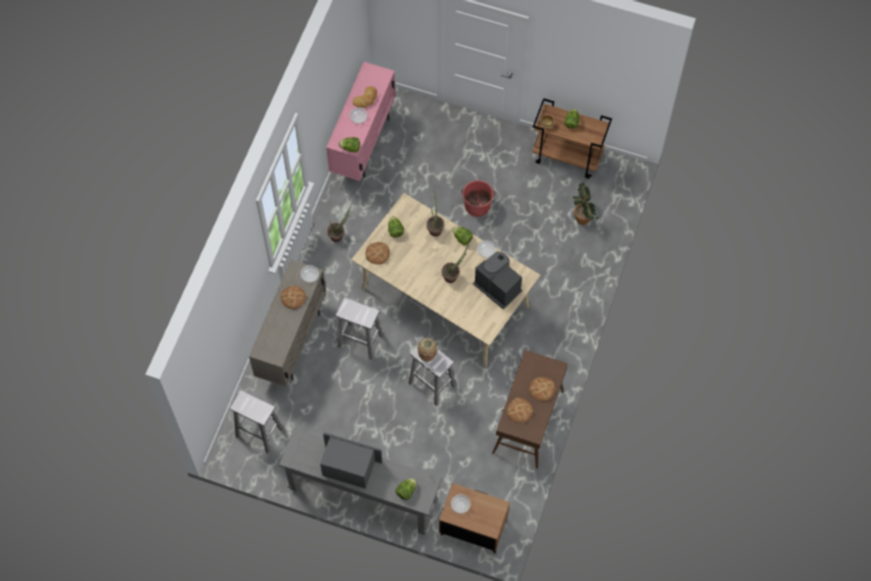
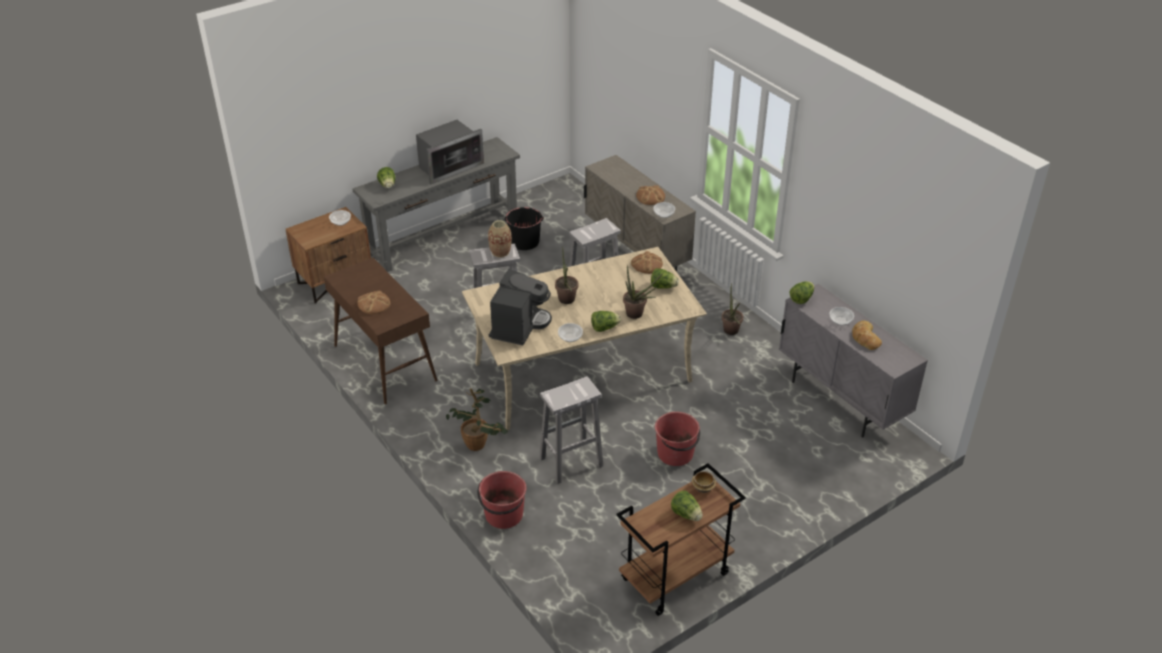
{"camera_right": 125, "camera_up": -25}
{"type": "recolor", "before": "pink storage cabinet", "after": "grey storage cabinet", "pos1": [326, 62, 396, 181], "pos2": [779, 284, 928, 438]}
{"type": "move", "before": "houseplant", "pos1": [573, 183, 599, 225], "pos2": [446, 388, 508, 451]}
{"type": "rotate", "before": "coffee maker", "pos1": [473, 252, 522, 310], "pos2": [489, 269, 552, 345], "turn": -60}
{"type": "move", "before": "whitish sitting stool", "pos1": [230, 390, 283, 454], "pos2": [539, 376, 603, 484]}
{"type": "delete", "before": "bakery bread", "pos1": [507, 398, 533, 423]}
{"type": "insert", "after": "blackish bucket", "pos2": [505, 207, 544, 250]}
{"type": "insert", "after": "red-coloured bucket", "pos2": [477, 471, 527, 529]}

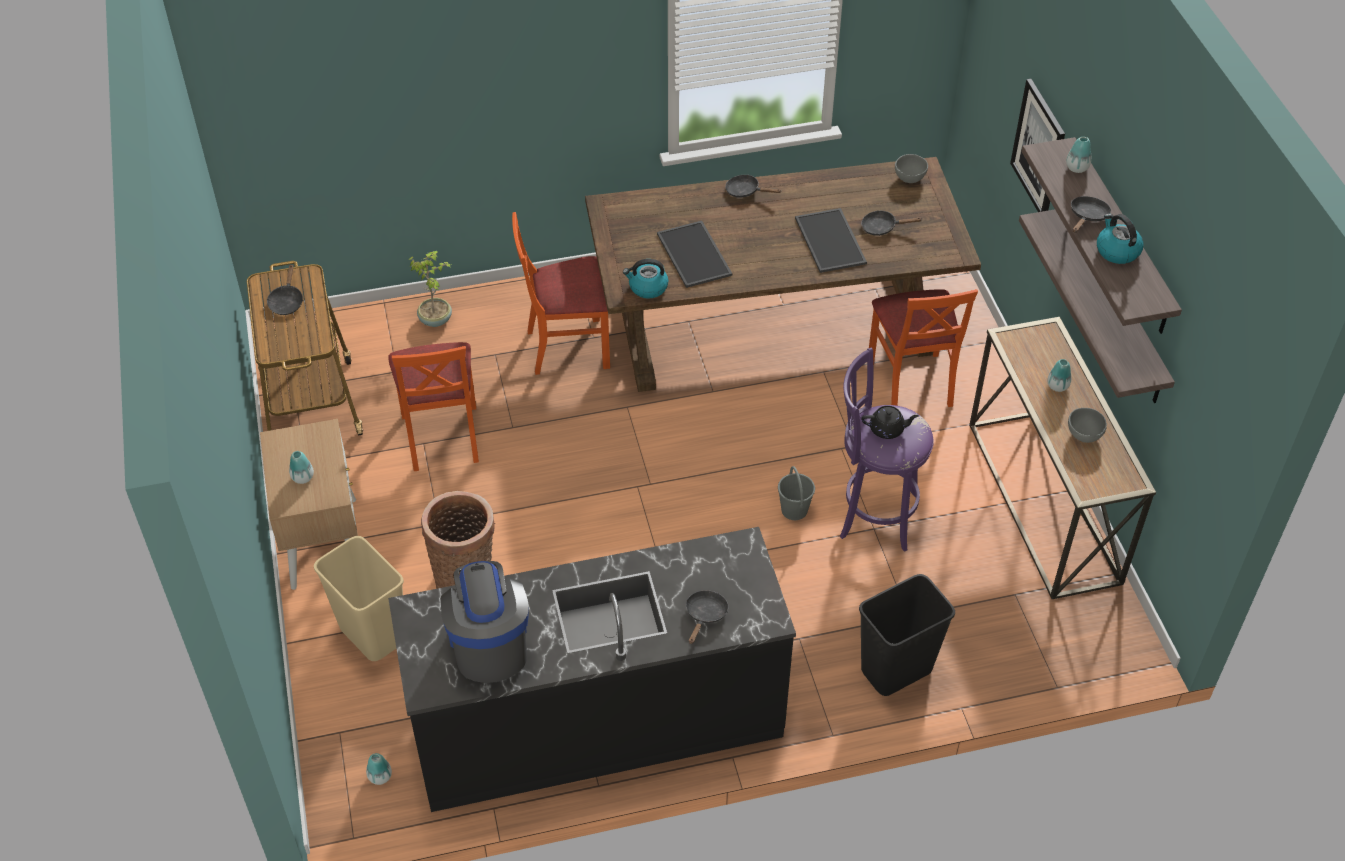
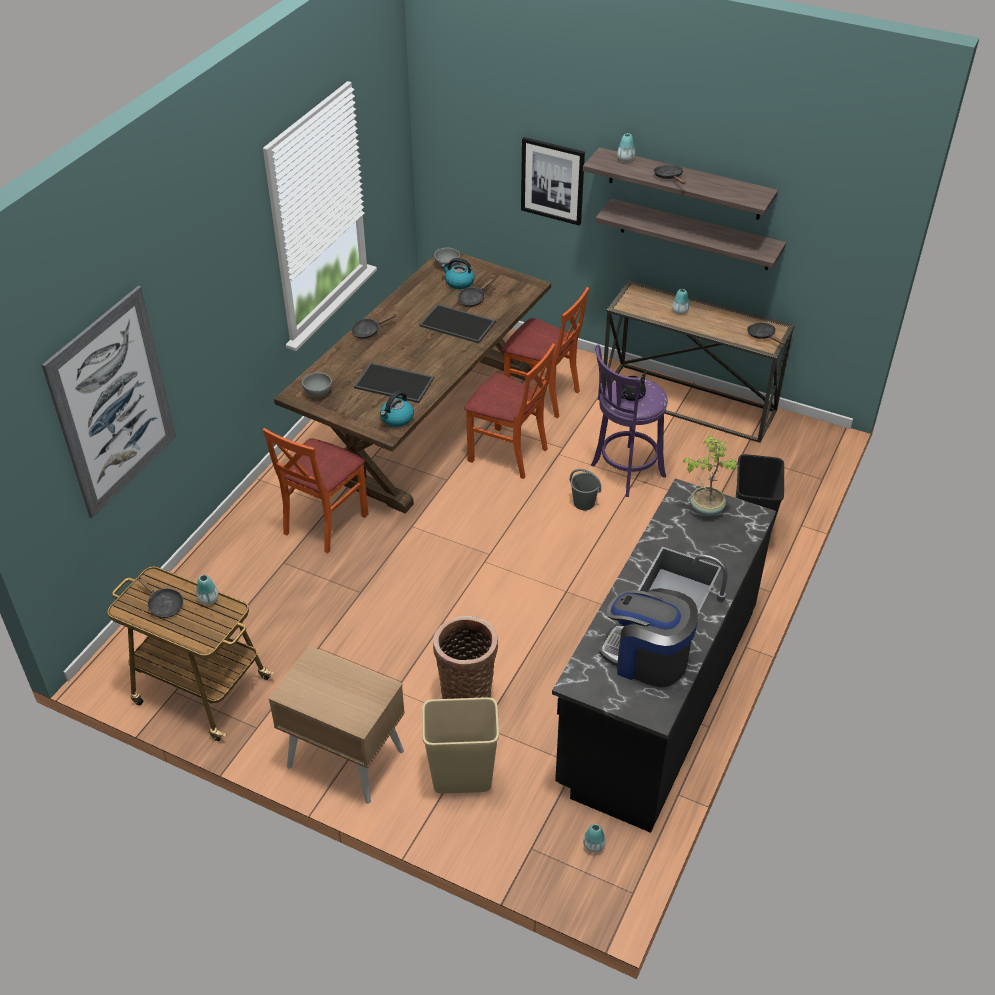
{"camera_right": -50, "camera_up": -5}
{"type": "move", "before": "water kettle", "pos1": [1097, 214, 1143, 264], "pos2": [441, 258, 475, 289]}
{"type": "move", "before": "houseplant", "pos1": [409, 250, 452, 327], "pos2": [683, 436, 738, 517]}
{"type": "move", "before": "orange-coloured chair", "pos1": [388, 342, 479, 471], "pos2": [464, 343, 555, 479]}
{"type": "move", "before": "grey bowl", "pos1": [1068, 408, 1107, 443], "pos2": [302, 373, 332, 397]}
{"type": "move", "before": "vase", "pos1": [289, 451, 314, 484], "pos2": [196, 575, 218, 605]}
{"type": "move", "before": "blackish skillet", "pos1": [686, 590, 728, 644], "pos2": [747, 323, 786, 345]}
{"type": "insert", "after": "picture", "pos2": [42, 286, 176, 518]}

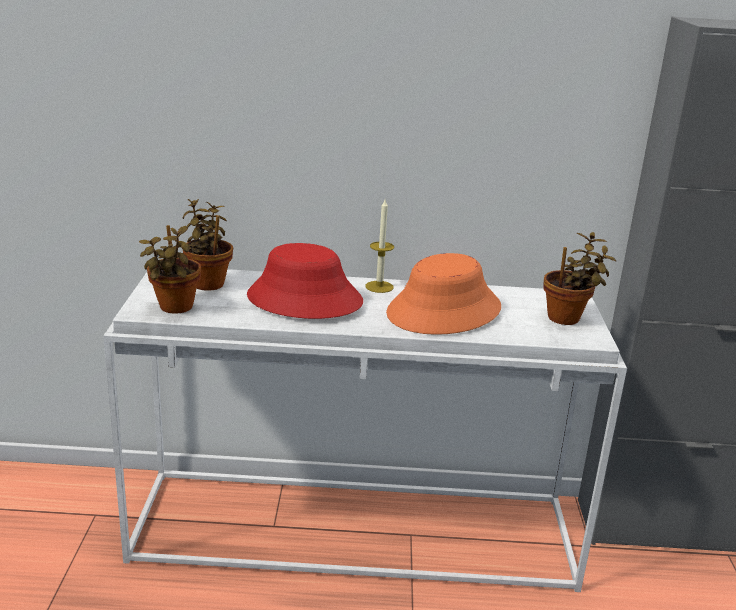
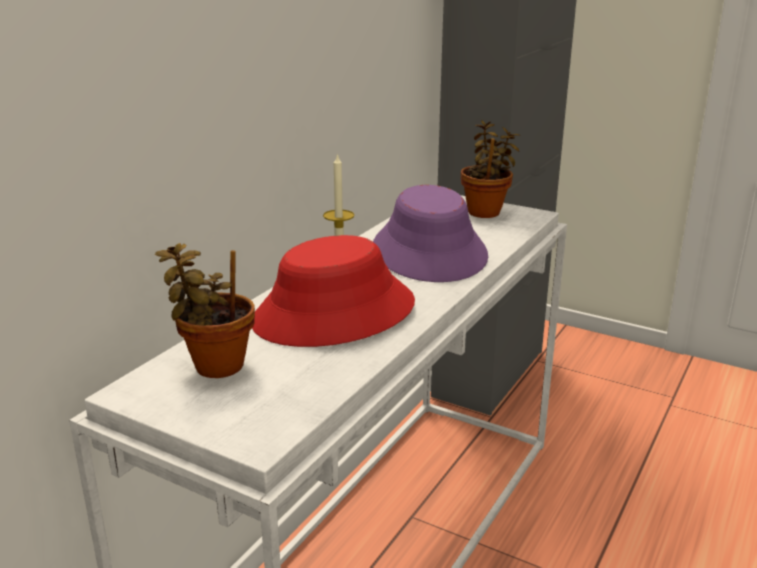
{"camera_right": -60, "camera_up": 0}
{"type": "delete", "before": "houseplant", "pos1": [139, 225, 201, 314]}
{"type": "recolor", "before": "orange-coloured clothing hat", "after": "purple-coloured clothing hat", "pos1": [386, 253, 501, 335], "pos2": [373, 185, 488, 282]}

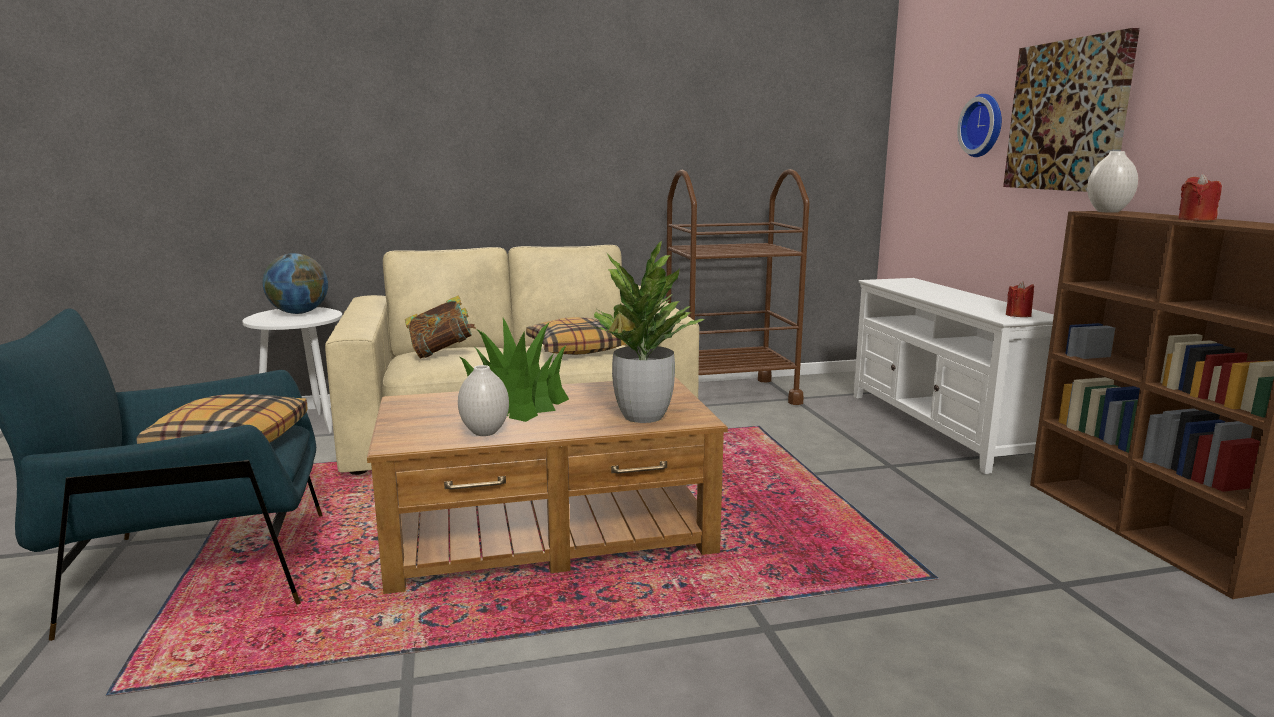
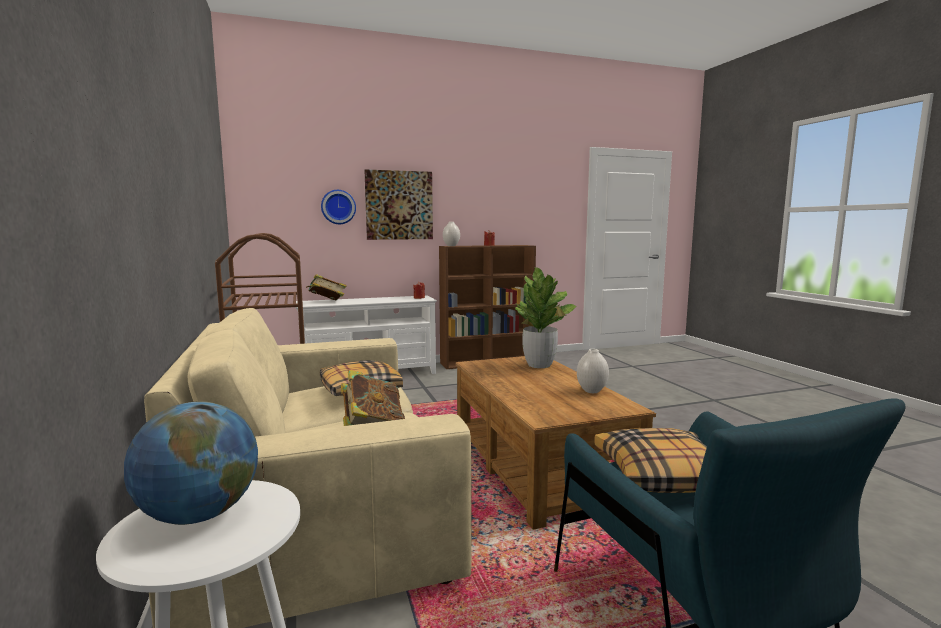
{"camera_right": -95, "camera_up": -5}
{"type": "delete", "before": "houseplant", "pos1": [459, 318, 569, 422]}
{"type": "insert", "after": "volume", "pos2": [306, 274, 347, 300]}

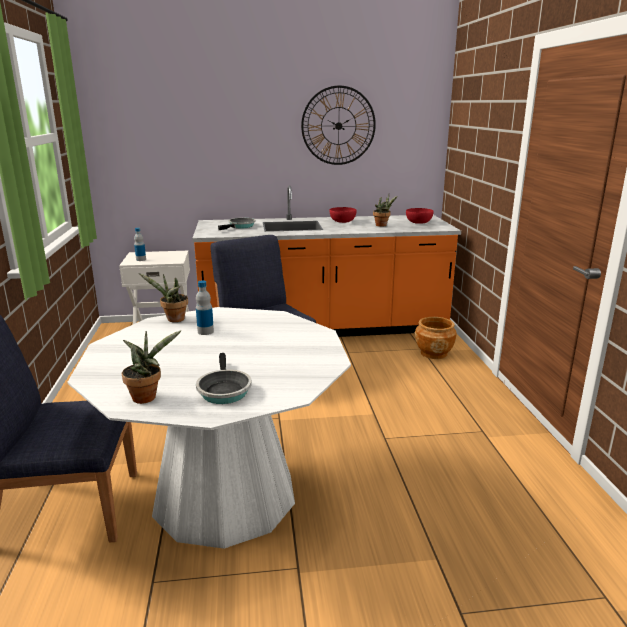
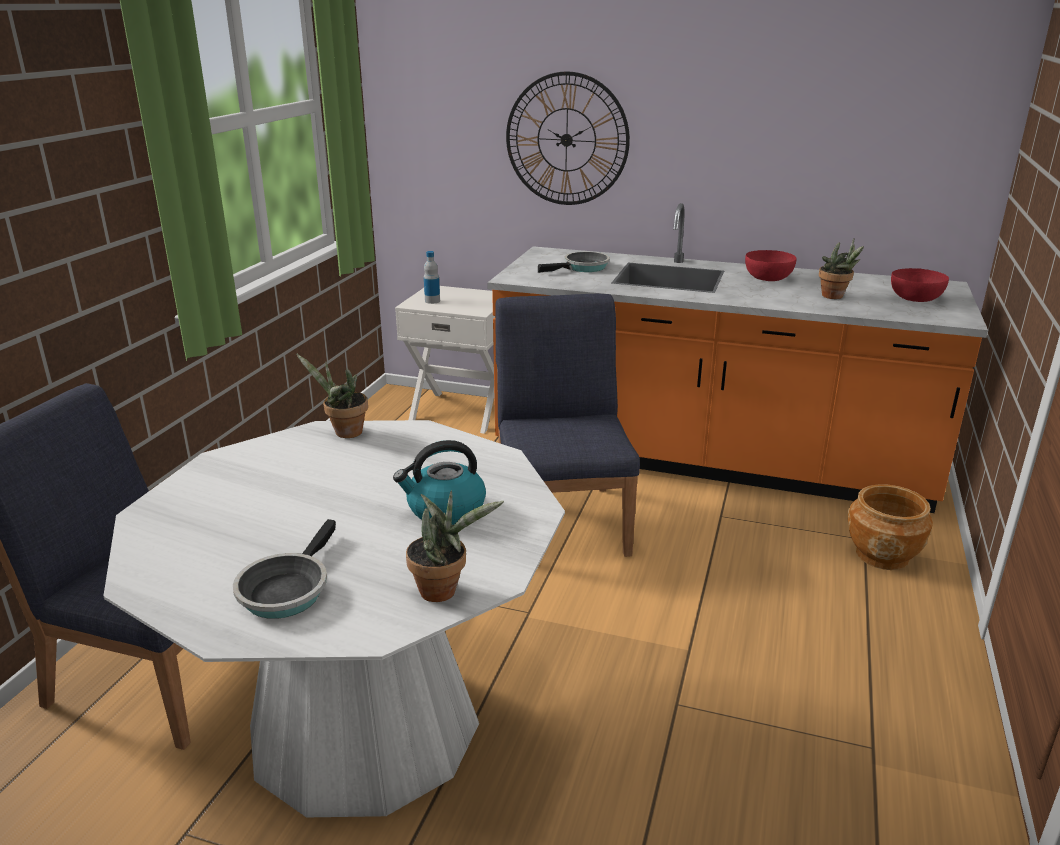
{"camera_right": 25, "camera_up": 5}
{"type": "move", "before": "wall clock", "pos1": [301, 85, 376, 165], "pos2": [506, 72, 630, 205]}
{"type": "delete", "before": "drink bottle", "pos1": [196, 280, 214, 335]}
{"type": "move", "before": "houseplant", "pos1": [122, 330, 181, 404], "pos2": [406, 490, 504, 602]}
{"type": "insert", "after": "water kettle", "pos2": [393, 440, 486, 525]}

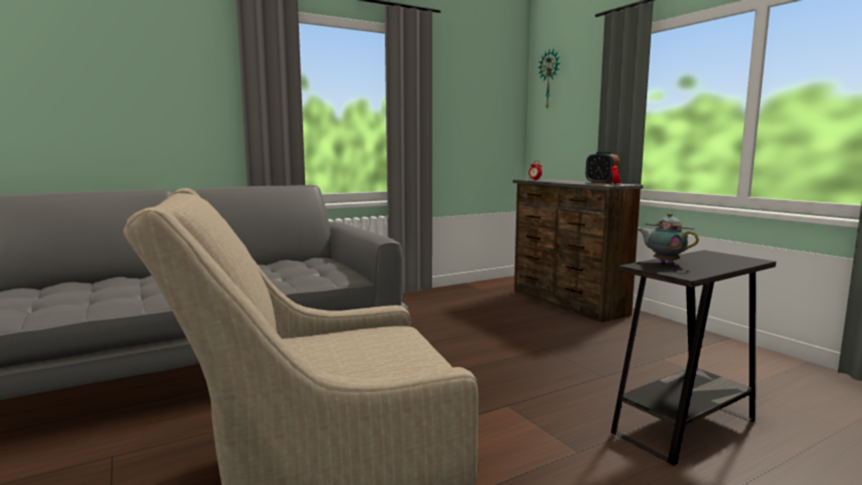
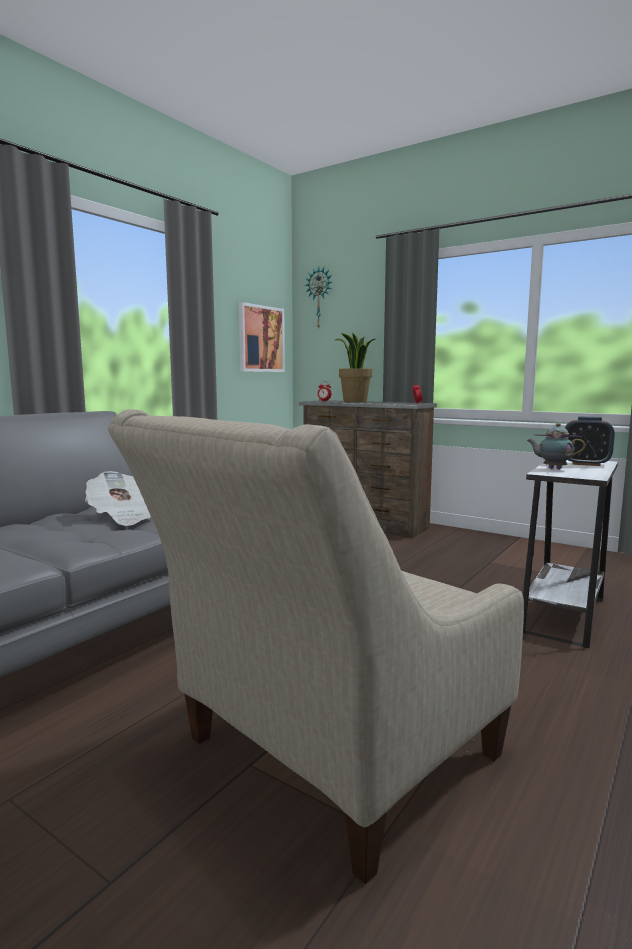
{"camera_right": -25, "camera_up": 0}
{"type": "move", "before": "table clock", "pos1": [586, 152, 620, 184], "pos2": [565, 417, 615, 466]}
{"type": "recolor", "before": "blackish side table", "after": "whitish side table", "pos1": [611, 250, 776, 466], "pos2": [523, 460, 618, 648]}
{"type": "insert", "after": "picture", "pos2": [239, 302, 285, 372]}
{"type": "insert", "after": "houseplant", "pos2": [335, 332, 375, 402]}
{"type": "insert", "after": "printed paper", "pos2": [85, 471, 151, 526]}

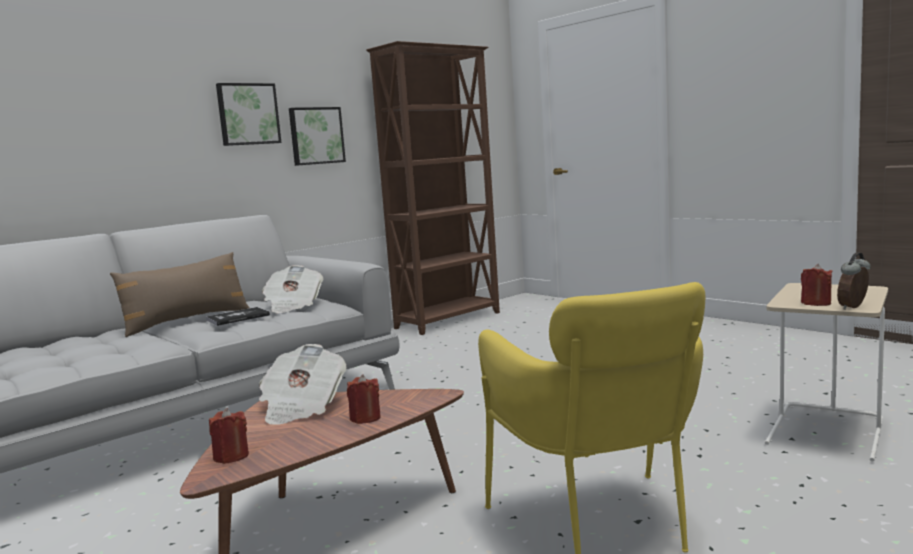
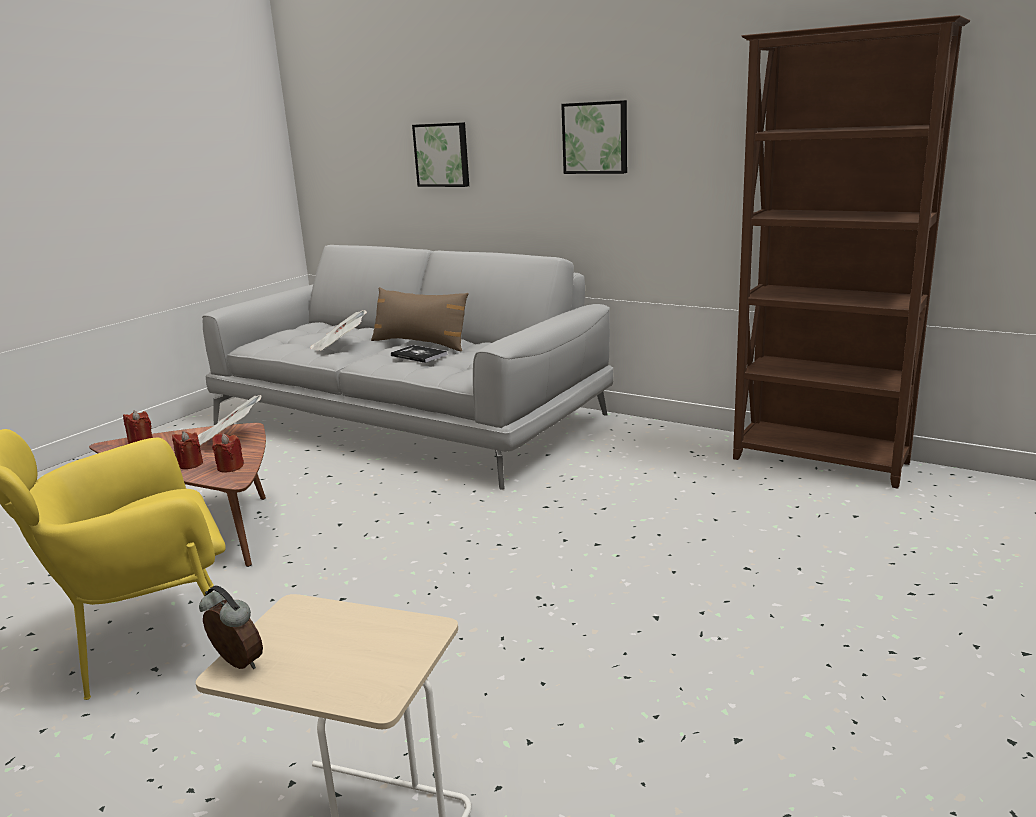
{"camera_right": 75, "camera_up": 10}
{"type": "move", "before": "picture", "pos1": [289, 107, 346, 166], "pos2": [412, 122, 469, 187]}
{"type": "move", "before": "red-coloured wax light", "pos1": [801, 264, 833, 306], "pos2": [212, 433, 244, 473]}
{"type": "move", "before": "printed paper", "pos1": [262, 265, 323, 313], "pos2": [310, 310, 367, 351]}

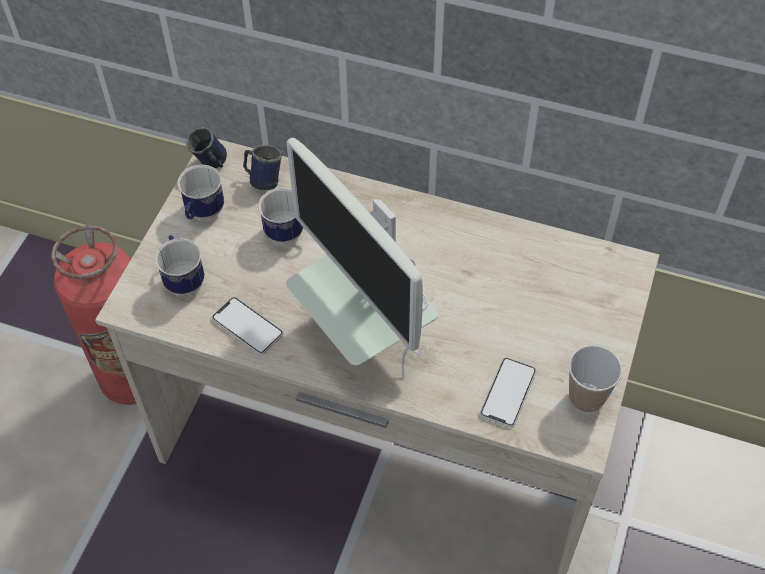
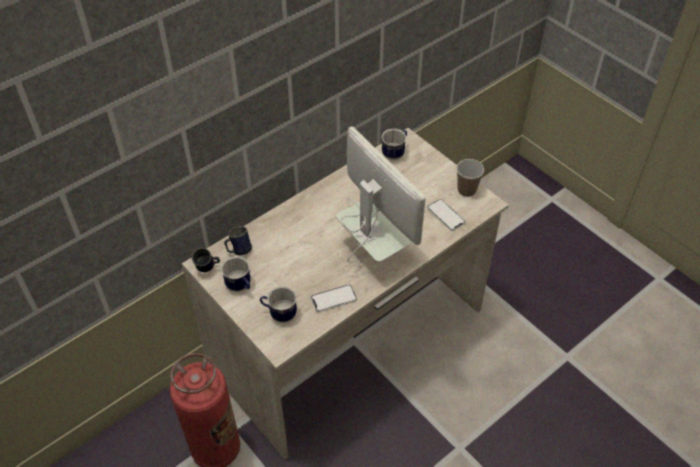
{"camera_right": -60, "camera_up": -5}
{"type": "rotate", "before": "monitor", "pos1": [286, 138, 438, 378], "pos2": [336, 126, 426, 265], "turn": -120}
{"type": "move", "before": "coffee mug", "pos1": [258, 188, 304, 244], "pos2": [382, 129, 407, 160]}

